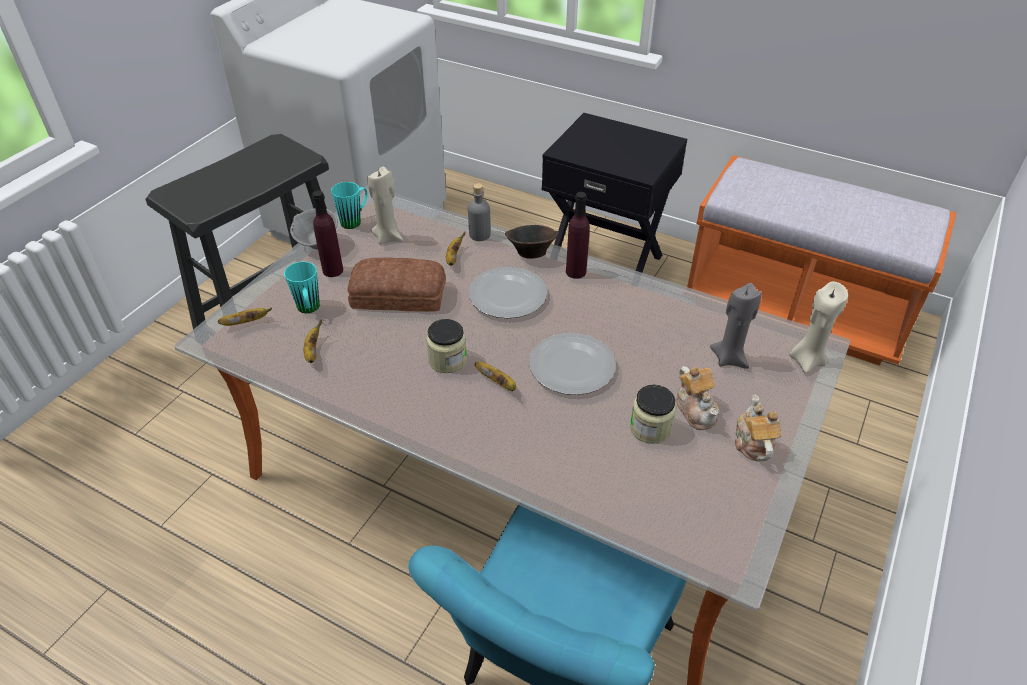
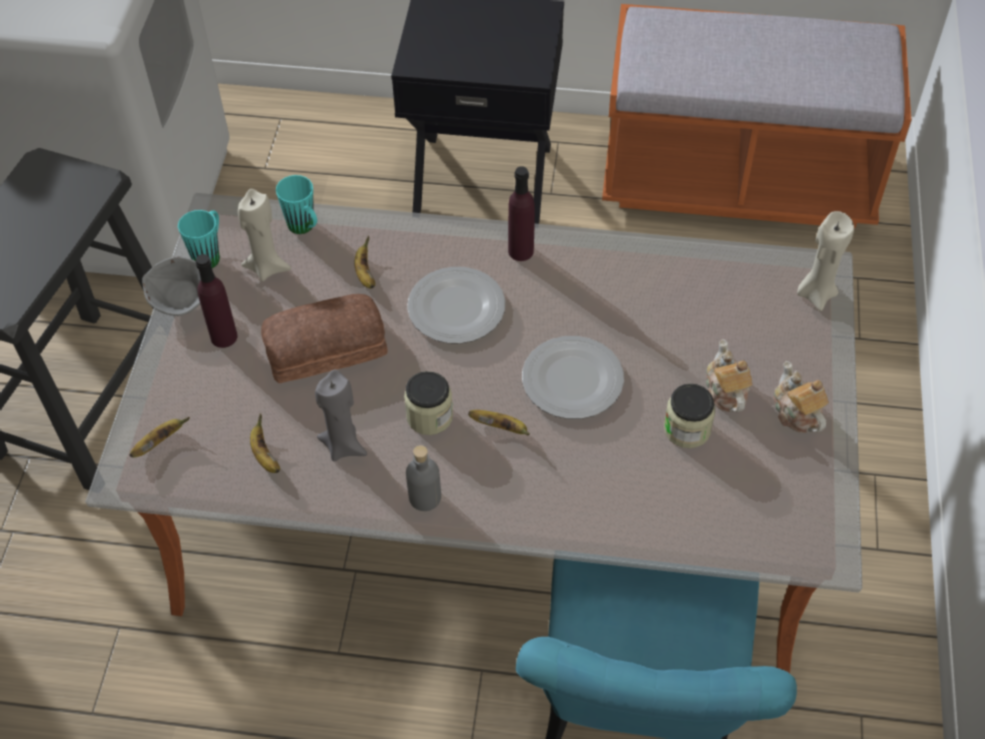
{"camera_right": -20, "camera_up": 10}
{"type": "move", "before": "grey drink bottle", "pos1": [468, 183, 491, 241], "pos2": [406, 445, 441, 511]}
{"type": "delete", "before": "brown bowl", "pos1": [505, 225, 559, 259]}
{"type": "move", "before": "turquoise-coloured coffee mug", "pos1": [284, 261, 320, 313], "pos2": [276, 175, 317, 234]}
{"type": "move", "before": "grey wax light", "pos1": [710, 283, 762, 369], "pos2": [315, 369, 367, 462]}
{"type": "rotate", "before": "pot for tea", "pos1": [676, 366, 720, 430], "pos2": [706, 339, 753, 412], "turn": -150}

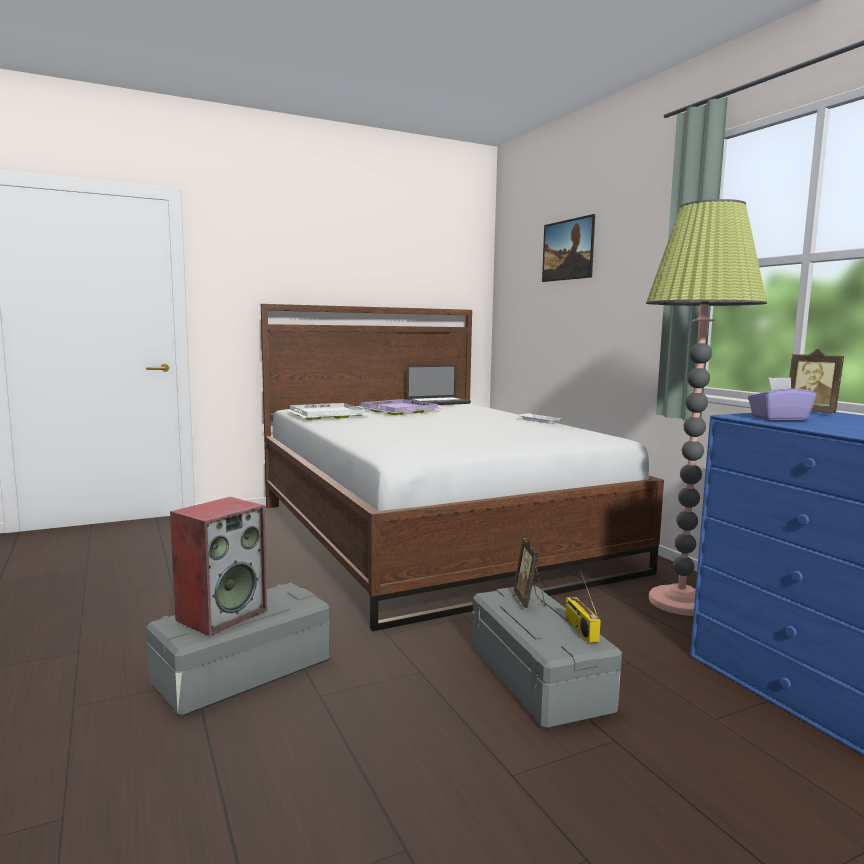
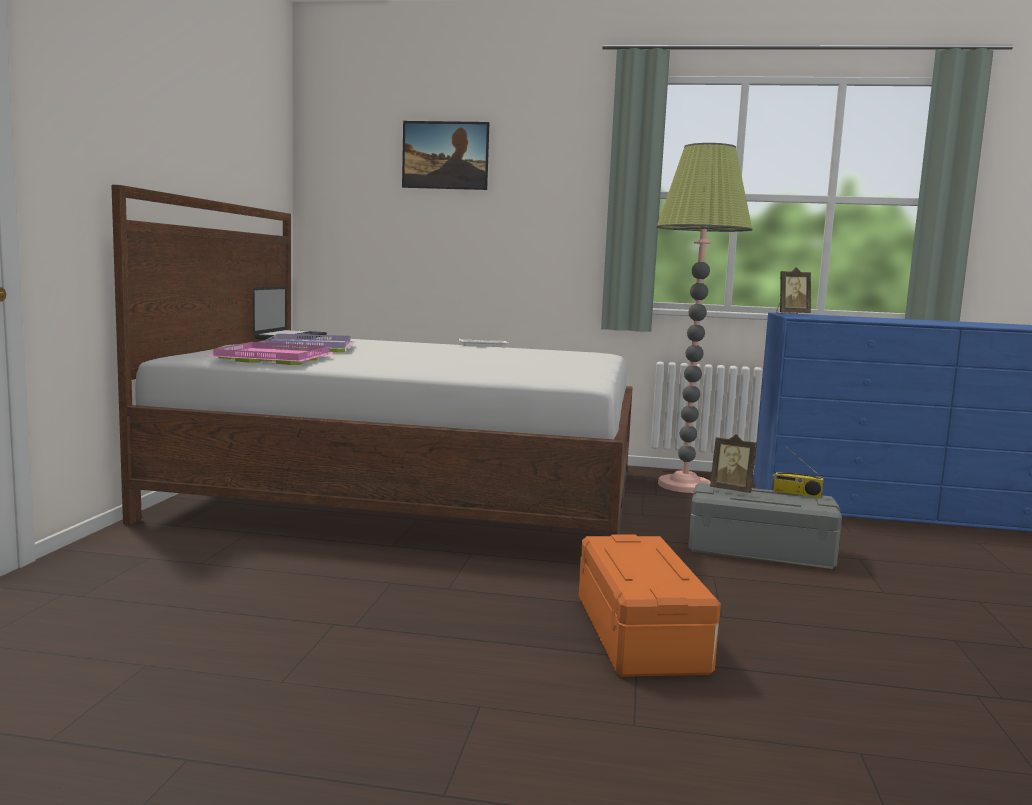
{"camera_right": -55, "camera_up": 0}
{"type": "delete", "before": "purple-coloured tissue box", "pos1": [748, 377, 817, 421]}
{"type": "recolor", "before": "whitish serving tray", "after": "pink serving tray", "pos1": [285, 403, 368, 420], "pos2": [207, 342, 335, 365]}
{"type": "delete", "before": "loudspeaker", "pos1": [170, 497, 267, 636]}
{"type": "recolor", "before": "grey storage container", "after": "orange-coloured storage container", "pos1": [146, 583, 331, 716], "pos2": [579, 534, 721, 677]}

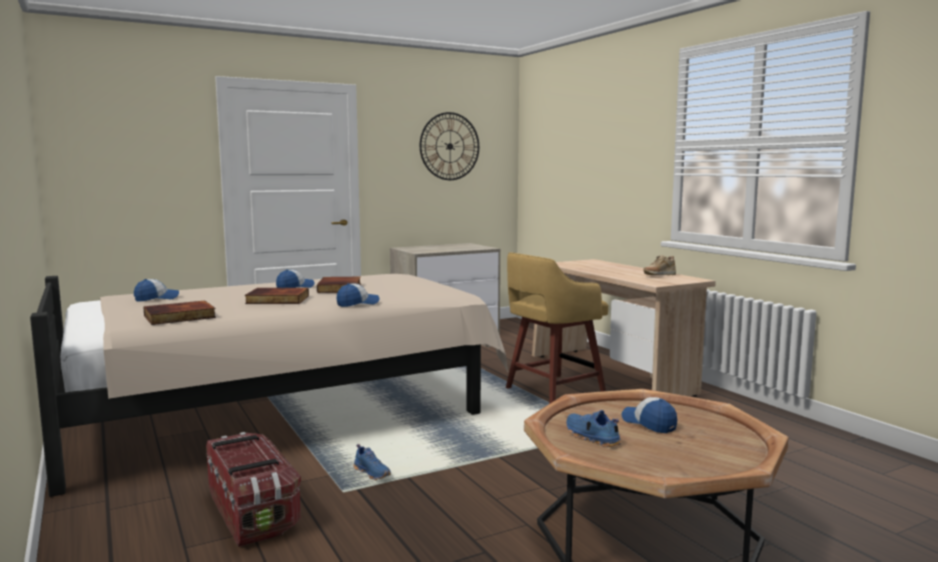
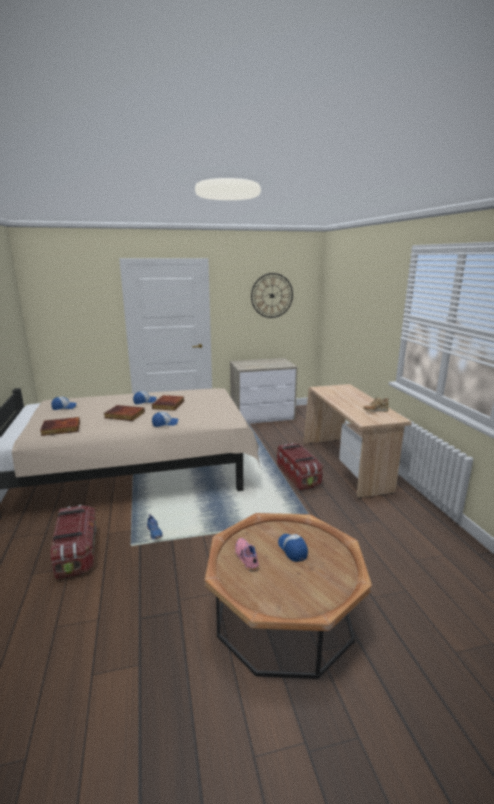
{"camera_right": 15, "camera_up": 10}
{"type": "replace", "before": "yellow-coloured sitting stool", "after": "storage container", "pos1": [506, 252, 608, 404], "pos2": [277, 443, 323, 490]}
{"type": "recolor", "before": "bluish low shoe", "after": "pink low shoe", "pos1": [566, 410, 621, 447], "pos2": [235, 538, 259, 571]}

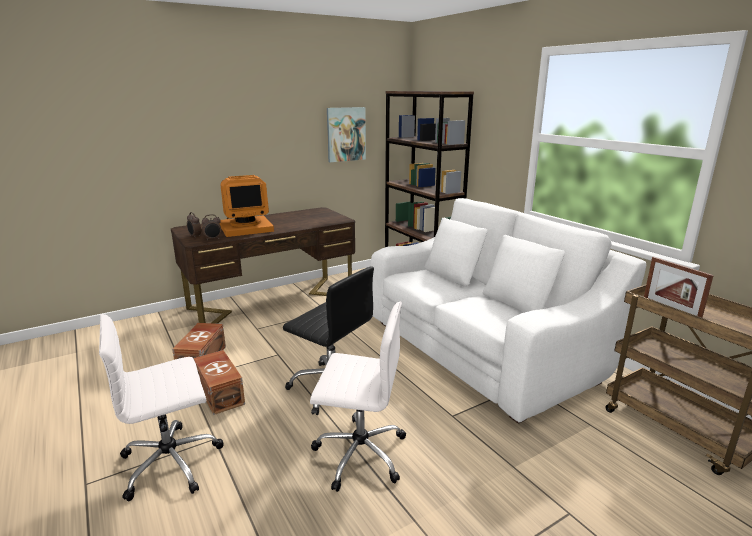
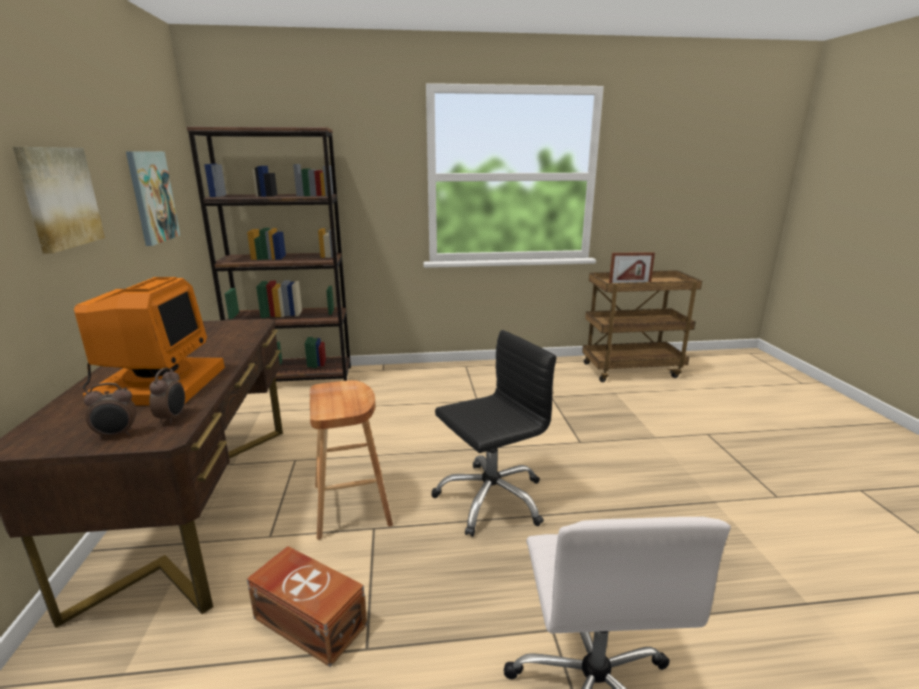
{"camera_right": -65, "camera_up": 0}
{"type": "delete", "before": "whitish settee", "pos1": [370, 198, 646, 424]}
{"type": "delete", "before": "whitish desk chair", "pos1": [310, 302, 406, 492]}
{"type": "delete", "before": "brown storage container", "pos1": [194, 350, 245, 415]}
{"type": "insert", "after": "picture", "pos2": [13, 147, 105, 254]}
{"type": "insert", "after": "brown sitting stool", "pos2": [310, 380, 393, 540]}

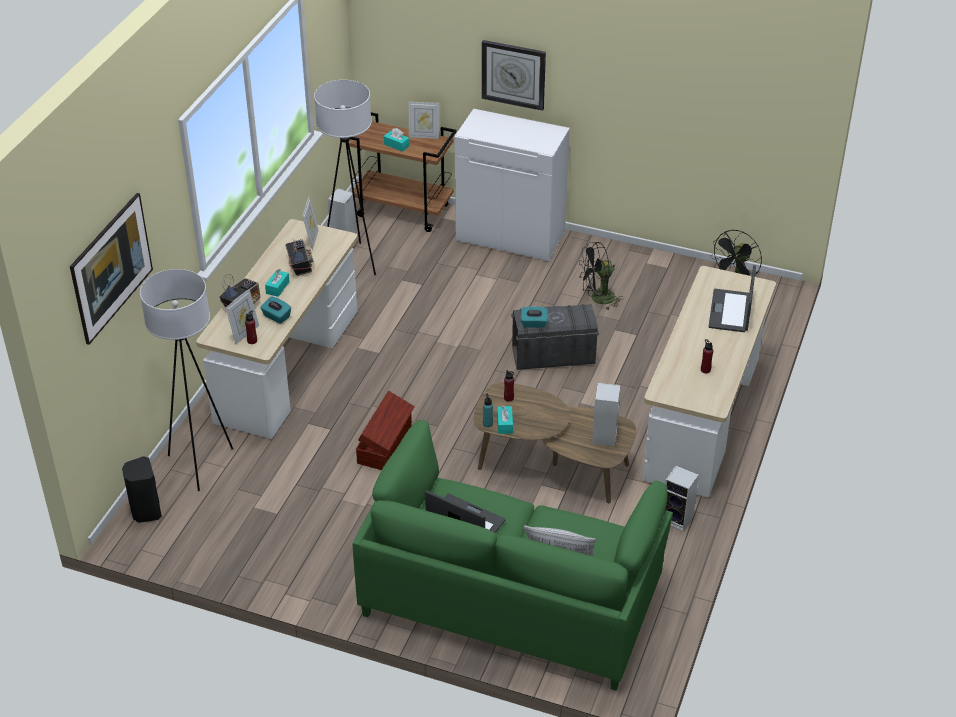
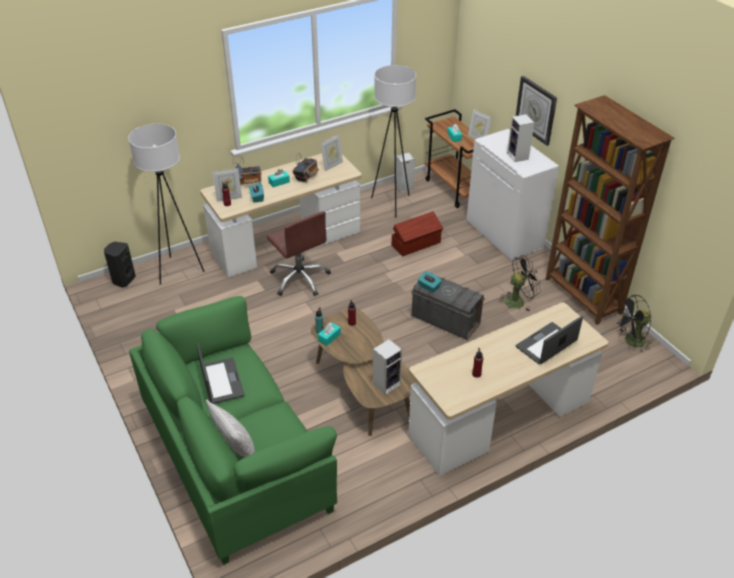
{"camera_right": 40, "camera_up": 0}
{"type": "delete", "before": "picture", "pos1": [70, 193, 153, 345]}
{"type": "rotate", "before": "blackish electric fan", "pos1": [579, 242, 624, 310], "pos2": [499, 255, 541, 311], "turn": 135}
{"type": "move", "before": "brown storage container", "pos1": [356, 391, 415, 470], "pos2": [392, 211, 443, 257]}
{"type": "move", "before": "loudspeaker", "pos1": [665, 466, 699, 531], "pos2": [507, 114, 534, 162]}
{"type": "insert", "after": "brown bookshelf", "pos2": [546, 95, 675, 325]}
{"type": "insert", "after": "brown desk chair", "pos2": [267, 211, 331, 296]}

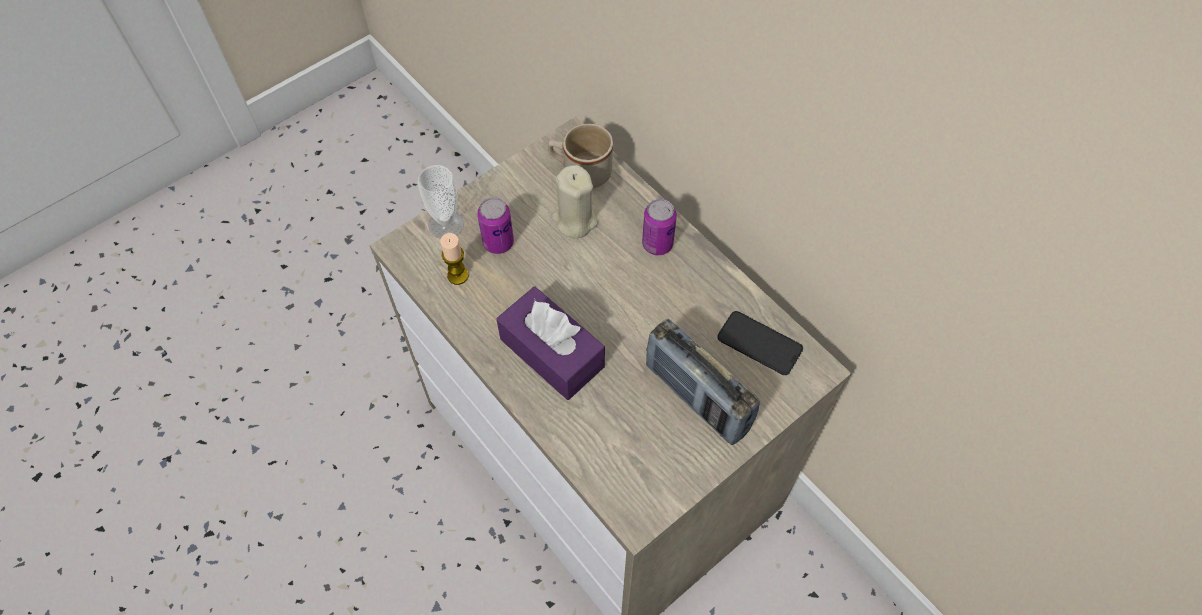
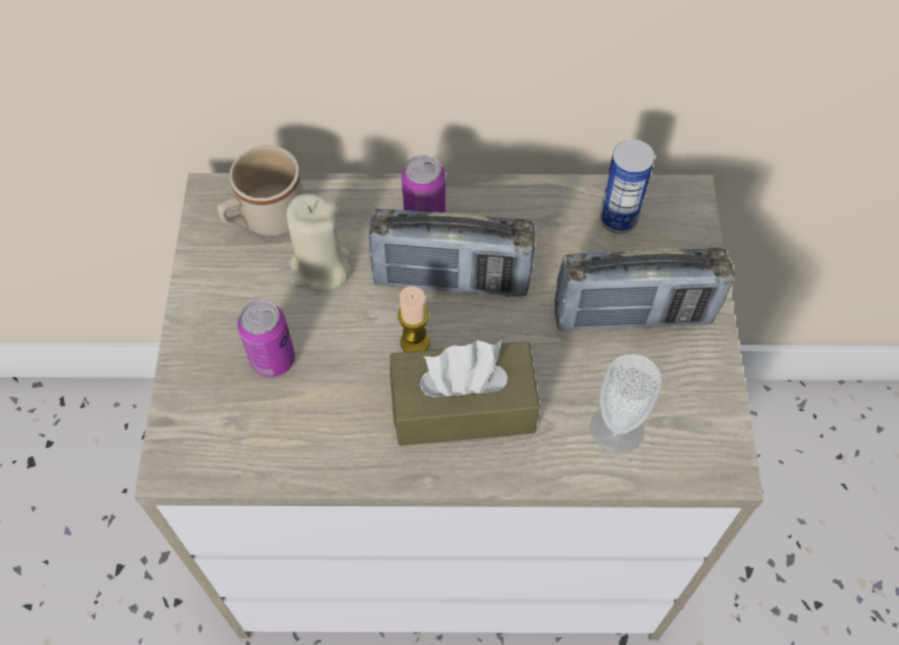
{"camera_right": -50, "camera_up": 0}
{"type": "move", "before": "drinking cup", "pos1": [418, 165, 464, 239], "pos2": [590, 354, 662, 454]}
{"type": "move", "before": "wax light", "pos1": [440, 233, 469, 285], "pos2": [398, 286, 430, 352]}
{"type": "recolor", "before": "purple-coloured tissue box", "after": "brown tissue box", "pos1": [496, 287, 605, 400], "pos2": [390, 340, 540, 446]}
{"type": "replace", "before": "handset", "after": "metal can", "pos1": [717, 311, 803, 375], "pos2": [600, 139, 655, 234]}
{"type": "insert", "after": "radio receiver", "pos2": [369, 209, 535, 297]}

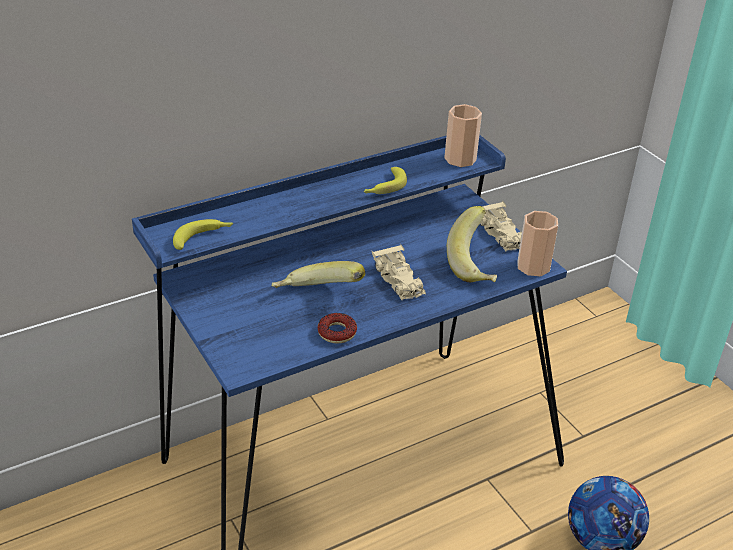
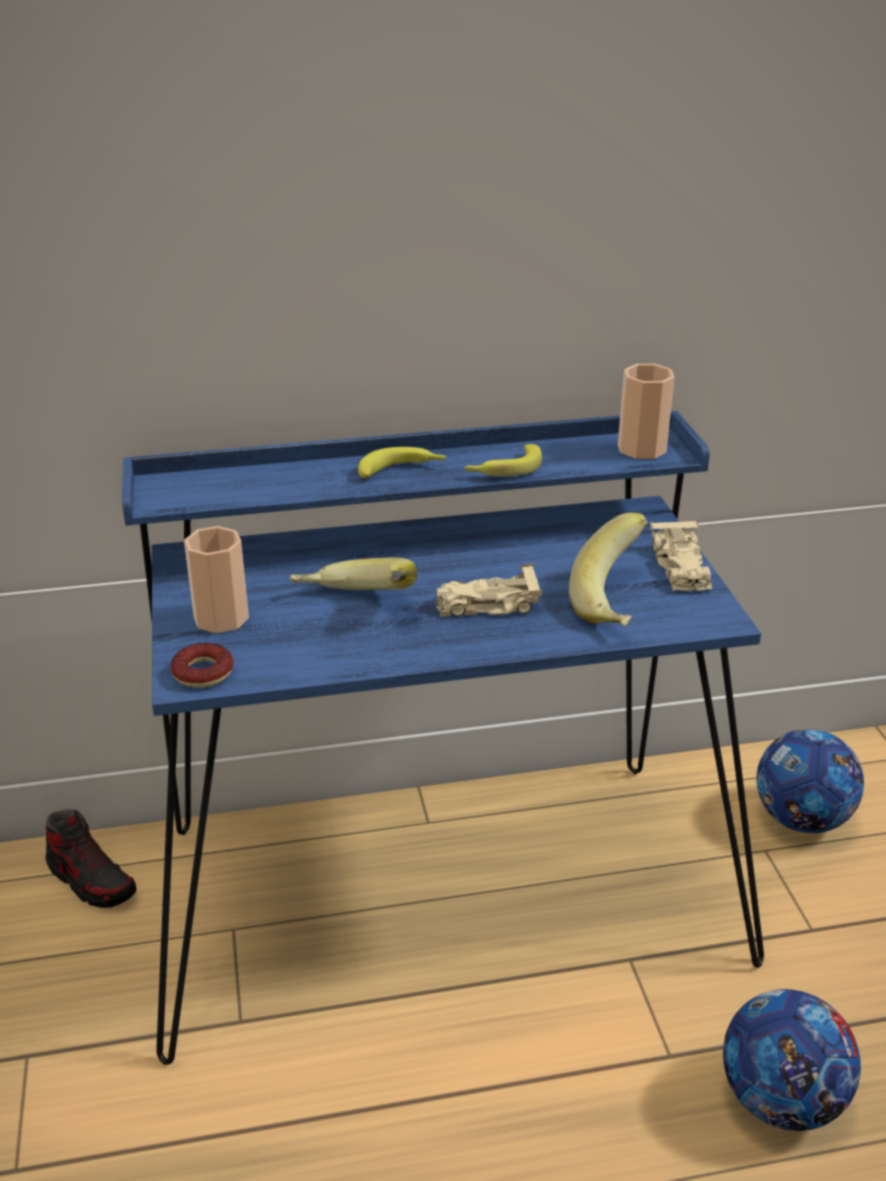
{"camera_right": 20, "camera_up": -5}
{"type": "move", "before": "drinking cup", "pos1": [517, 211, 558, 276], "pos2": [184, 526, 249, 633]}
{"type": "move", "before": "whole banana", "pos1": [173, 219, 233, 250], "pos2": [358, 447, 447, 479]}
{"type": "rotate", "before": "beige toy car", "pos1": [372, 244, 426, 300], "pos2": [436, 564, 543, 617], "turn": 90}
{"type": "move", "before": "donut", "pos1": [318, 313, 357, 343], "pos2": [171, 643, 234, 688]}
{"type": "insert", "after": "football", "pos2": [756, 729, 864, 833]}
{"type": "insert", "after": "low shoe", "pos2": [45, 809, 137, 908]}

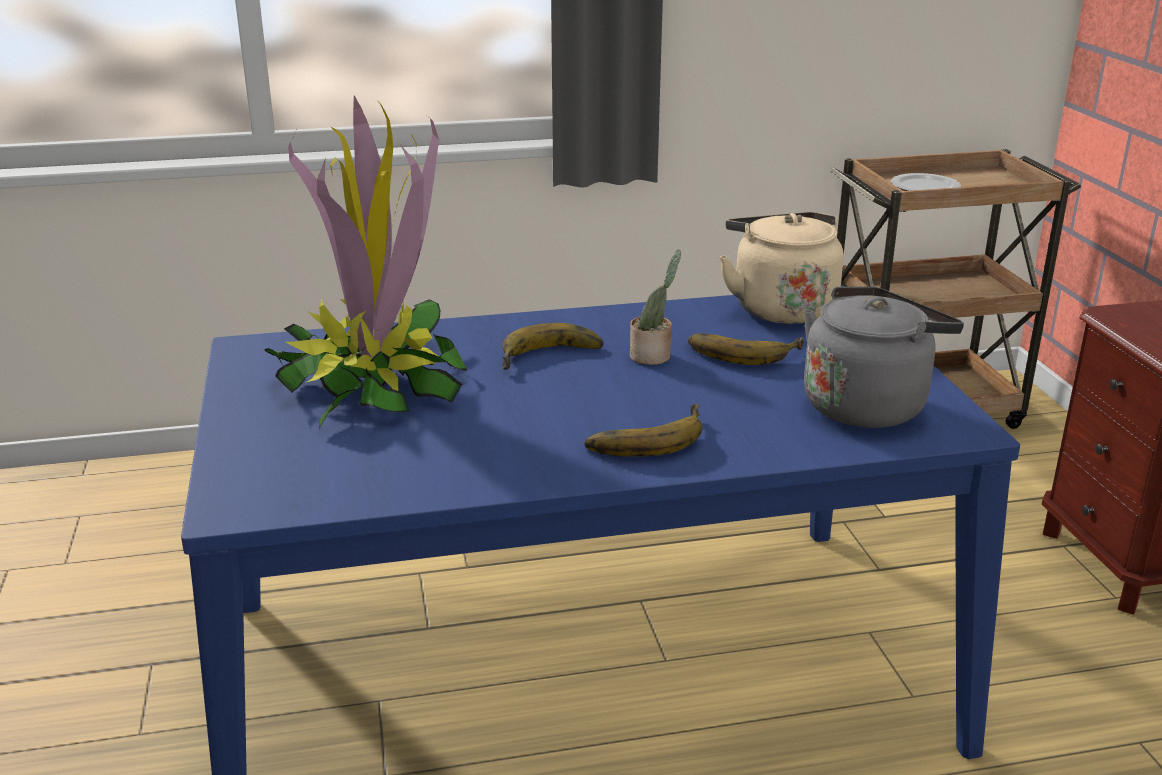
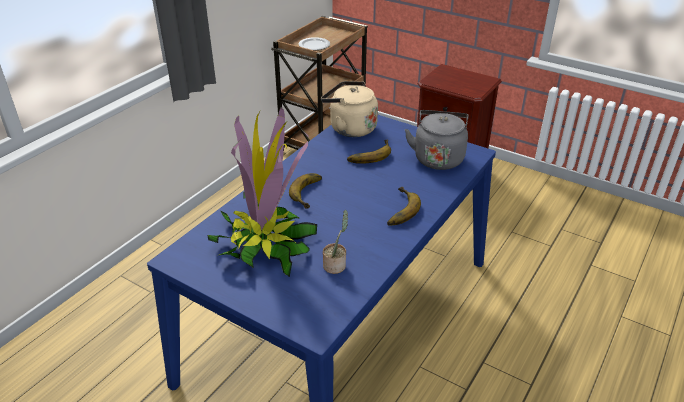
{"camera_right": -45, "camera_up": 10}
{"type": "move", "before": "houseplant", "pos1": [630, 250, 681, 365], "pos2": [323, 210, 348, 274]}

